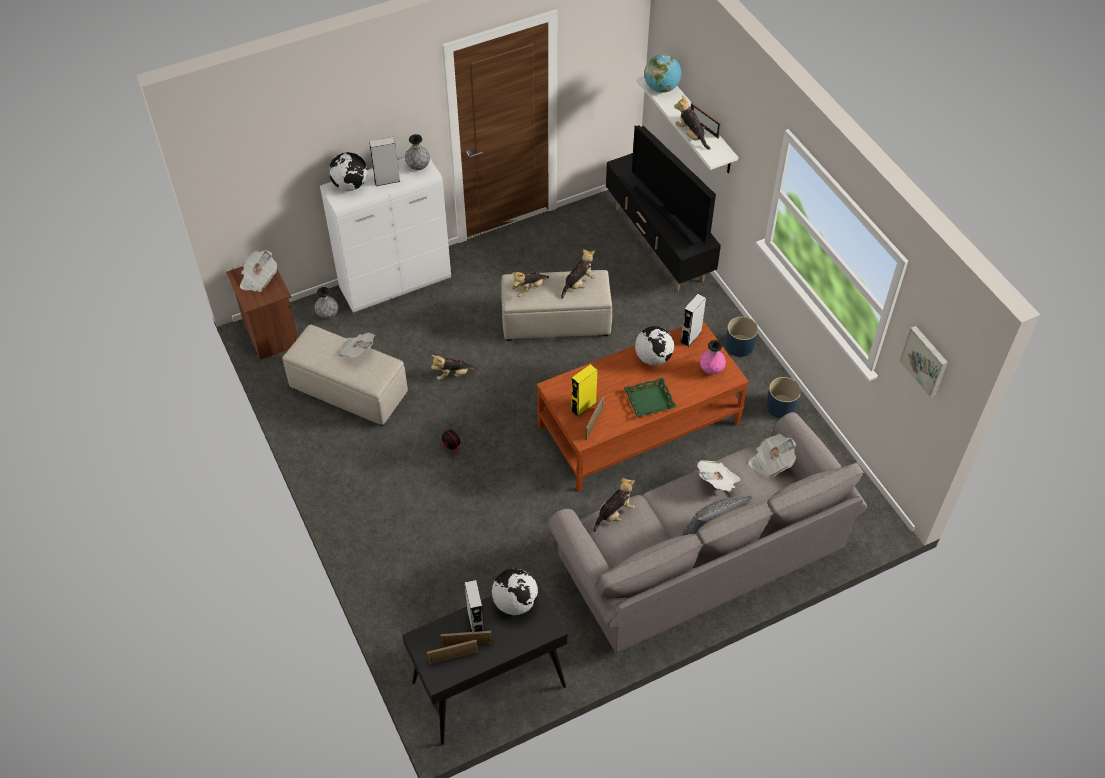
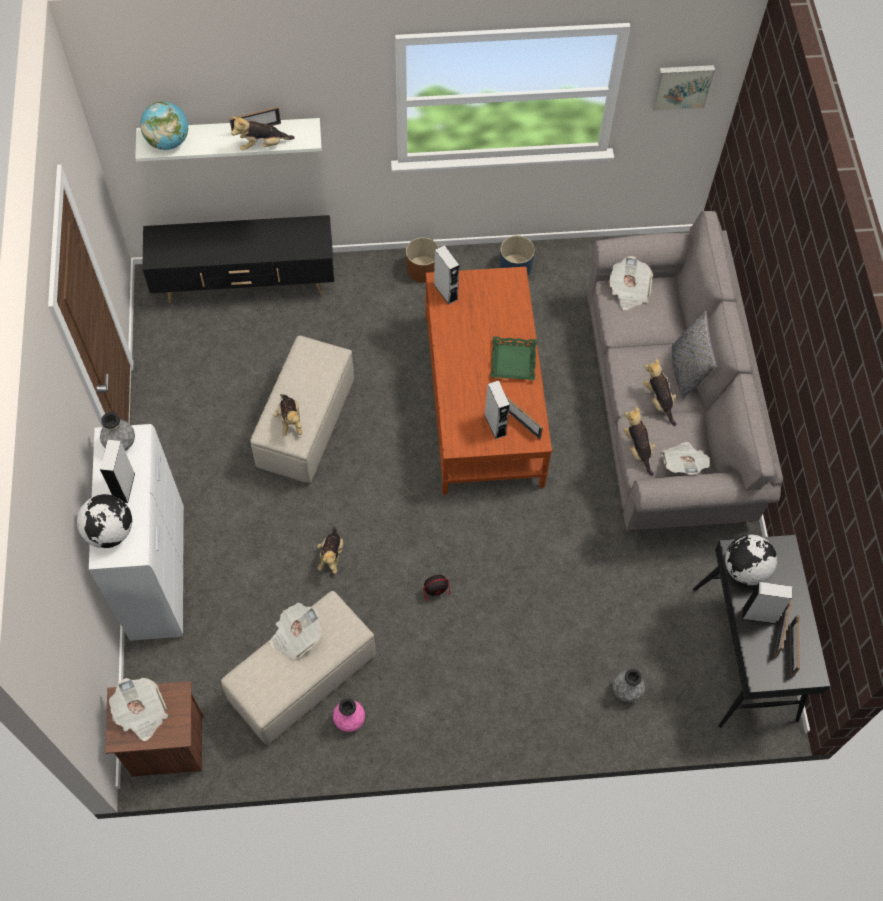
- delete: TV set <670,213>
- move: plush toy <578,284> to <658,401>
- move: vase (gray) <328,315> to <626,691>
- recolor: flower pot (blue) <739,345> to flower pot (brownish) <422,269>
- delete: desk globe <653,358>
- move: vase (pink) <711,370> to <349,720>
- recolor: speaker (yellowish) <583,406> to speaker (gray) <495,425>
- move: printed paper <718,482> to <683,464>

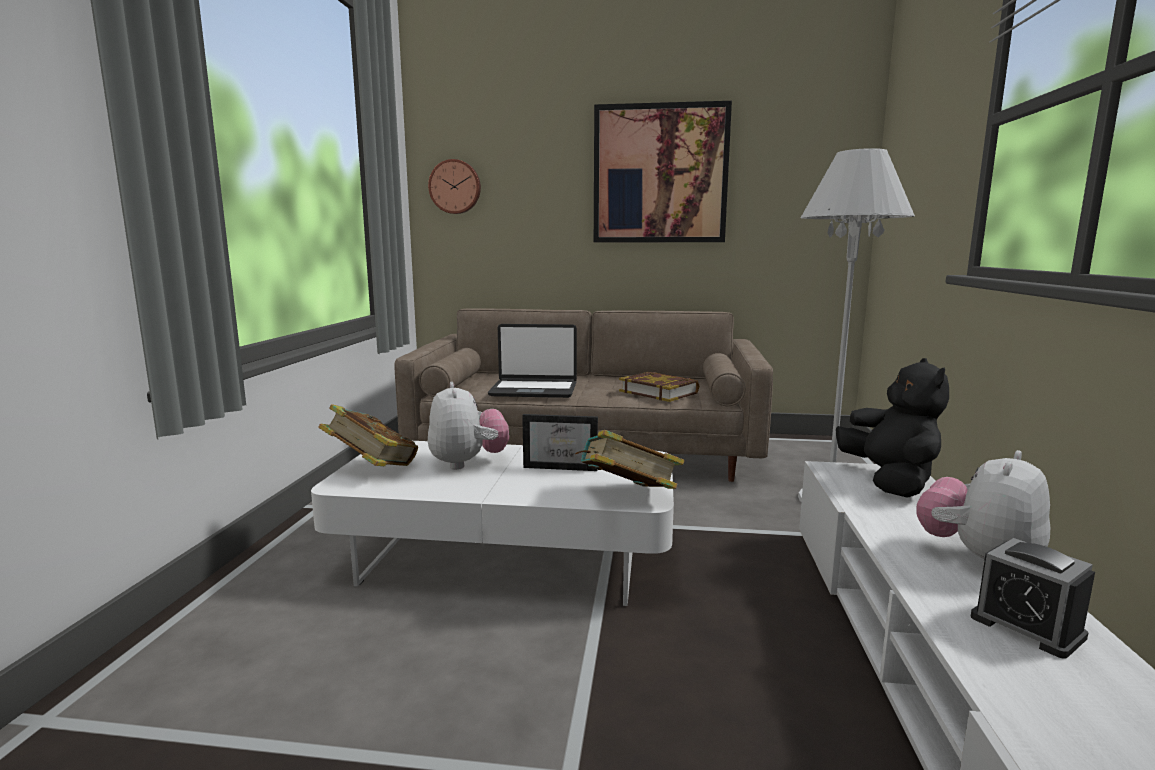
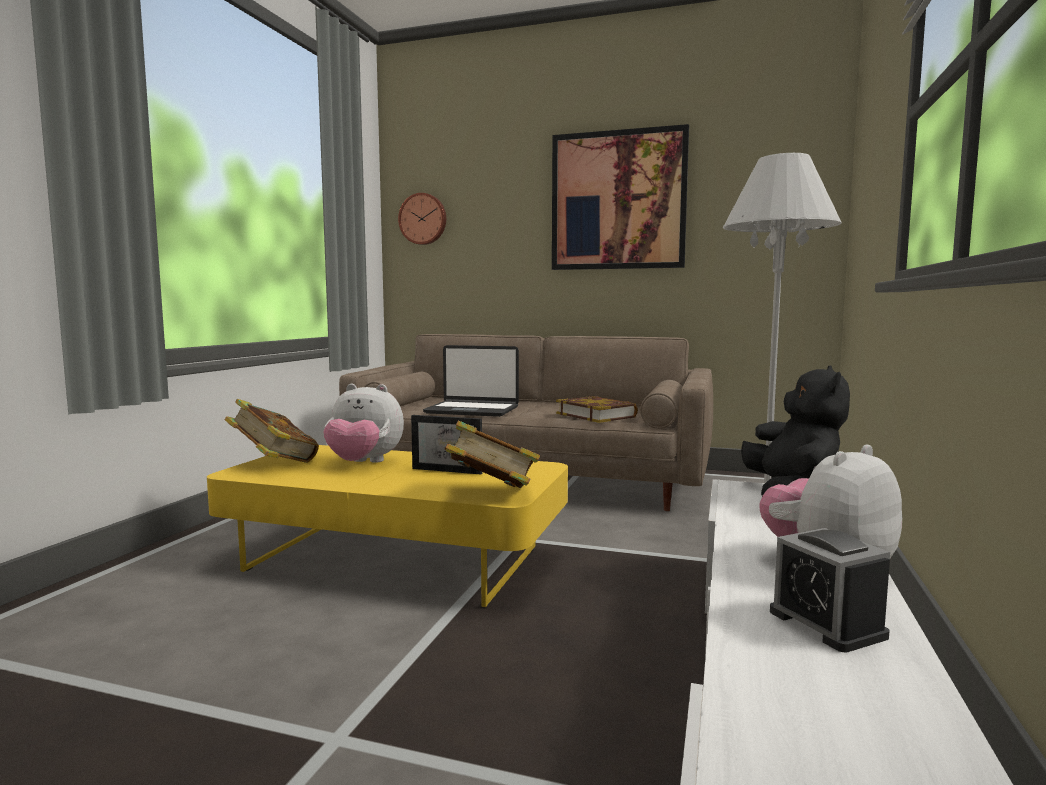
- rotate: plush toy <468,463> = <364,463> 105 degrees clockwise
- recolor: coffee table (white) <506,557> to coffee table (yellowish) <395,559>

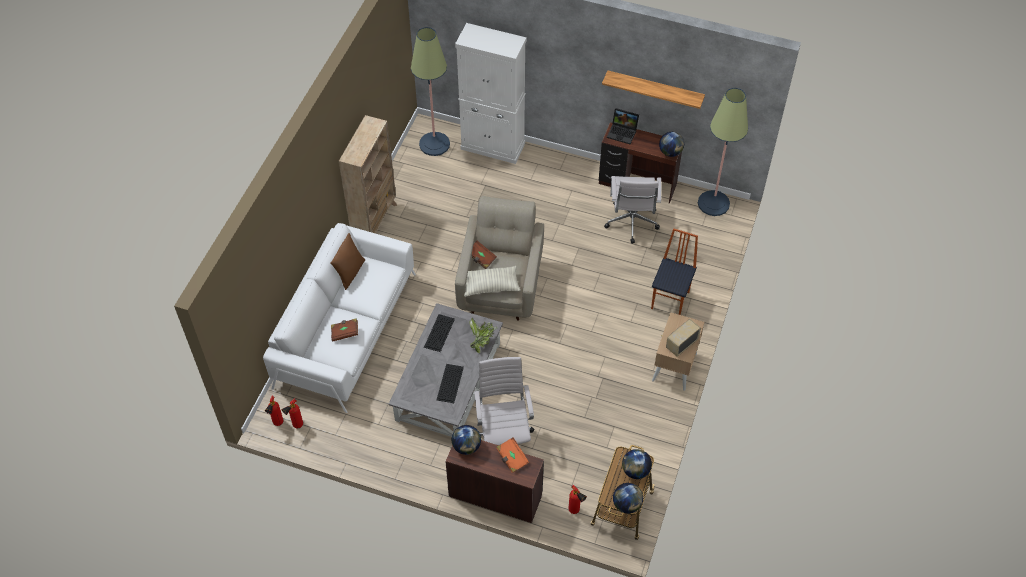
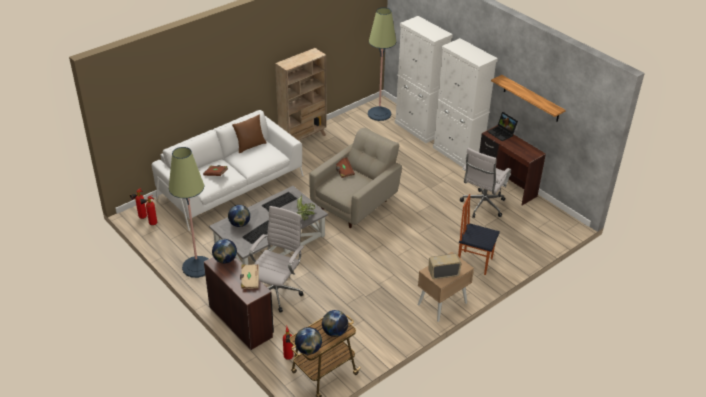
- move: standard lamp <713,203> to <197,267>
- move: desk globe <670,152> to <239,224>
- rotate: upright chair <671,300> = <474,262> 120 degrees counterclockwise
- delete: cushion <491,286>
- recolor: book (orangey) <512,458> to book (beige-coloured) <249,280>
- insert: cupboard (white) <457,154>

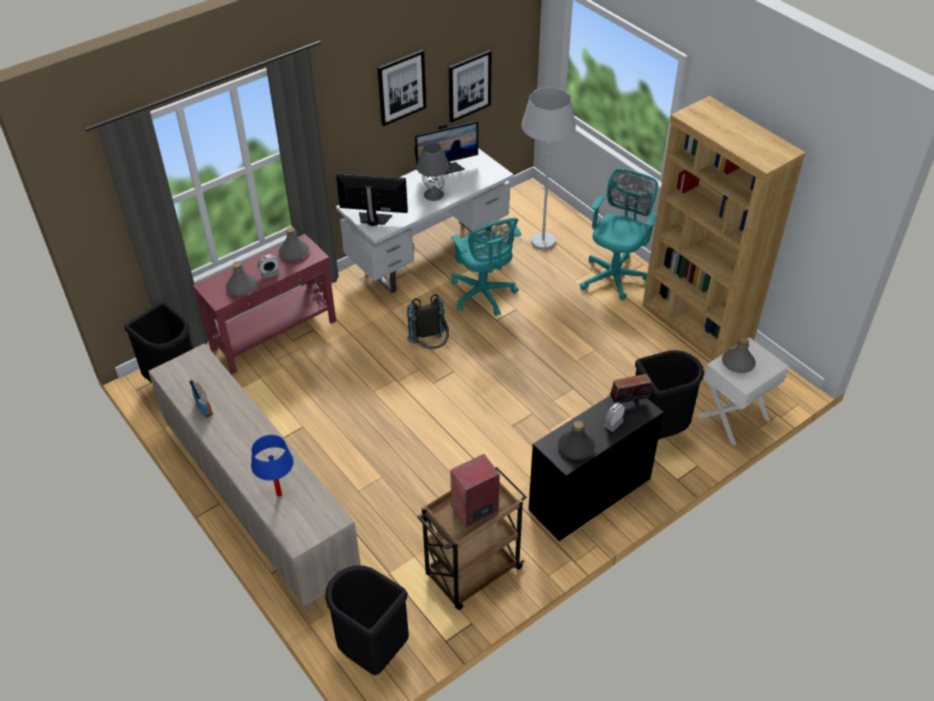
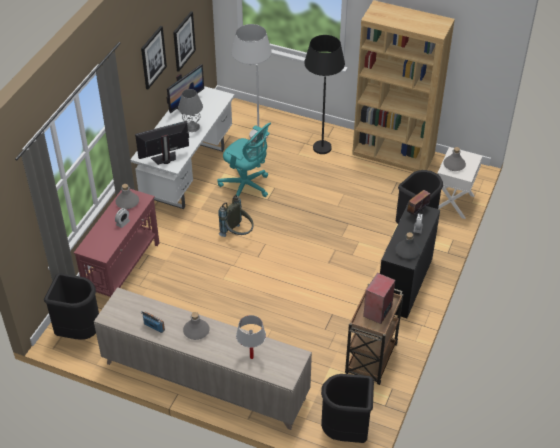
- replace: desk chair (turquoise) <615,275> to standard lamp (black) <321,141>
- move: beverage bottle (gray) <241,287> to <196,331>
- recolor: lamp for a table (blue) <279,494> to lamp for a table (white) <251,357>

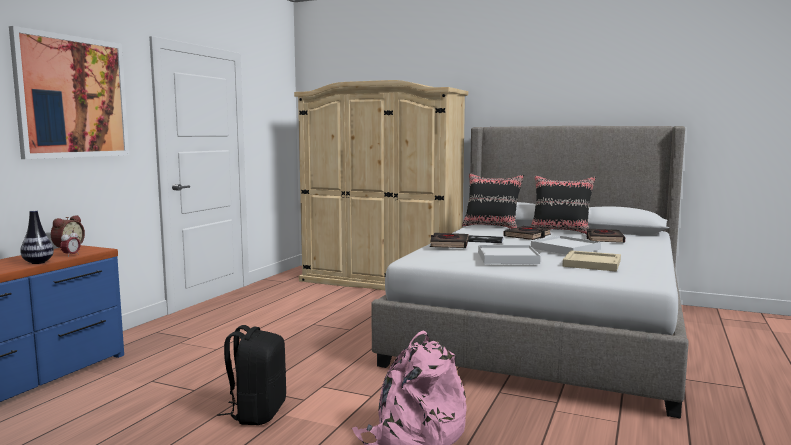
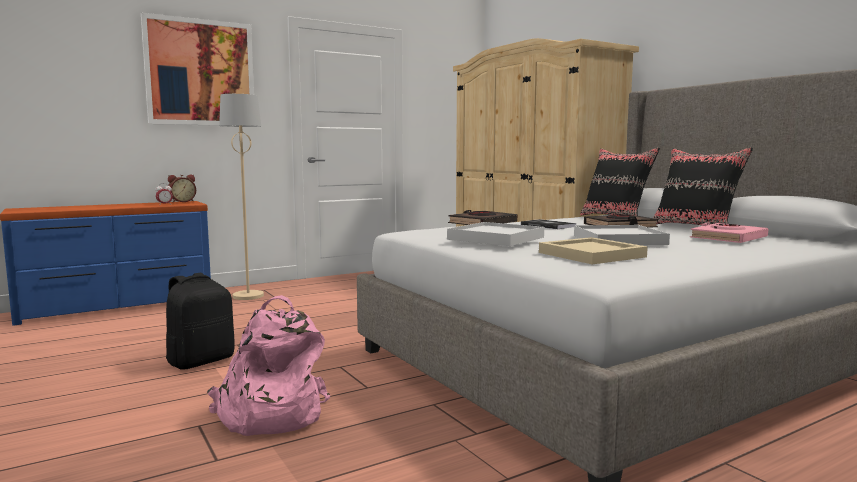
- delete: vase <38,262>
- recolor: book (black) <604,239> to book (pink) <728,238>
- insert: standard lamp (beige-coloured) <248,296>

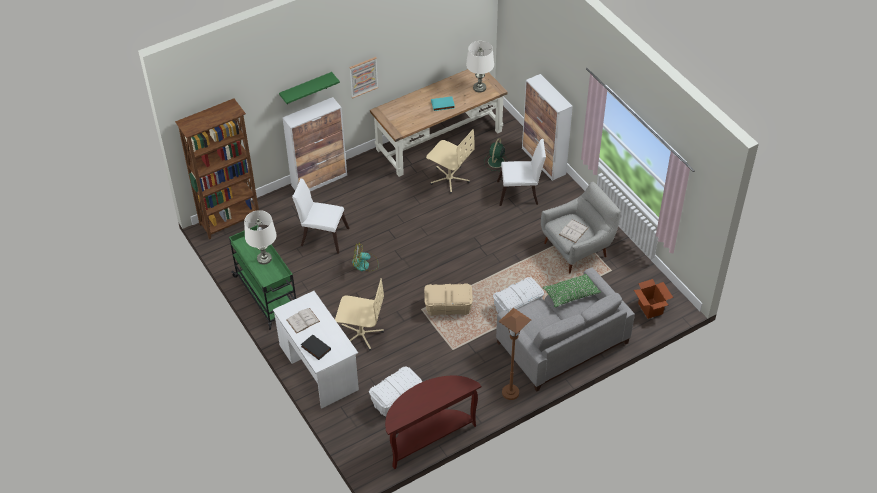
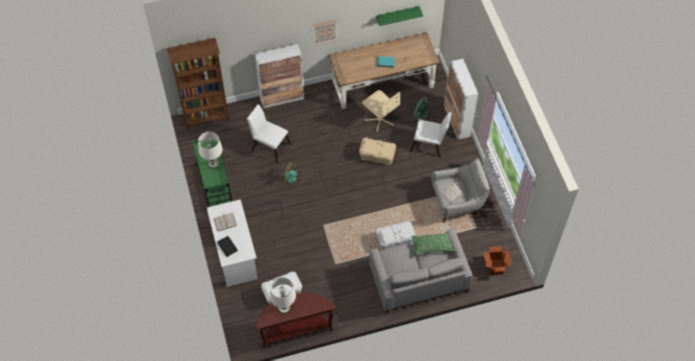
- move: lamp for a table (white) <479,88> to <284,307>
- move: wall shelf (green-coloured) <306,89> to <397,15>
- delete: desk chair (beige-coloured) <361,334>
- move: storage bin (beige-coloured) <448,306> to <377,156>
- delete: standard lamp (brownish) <510,393>

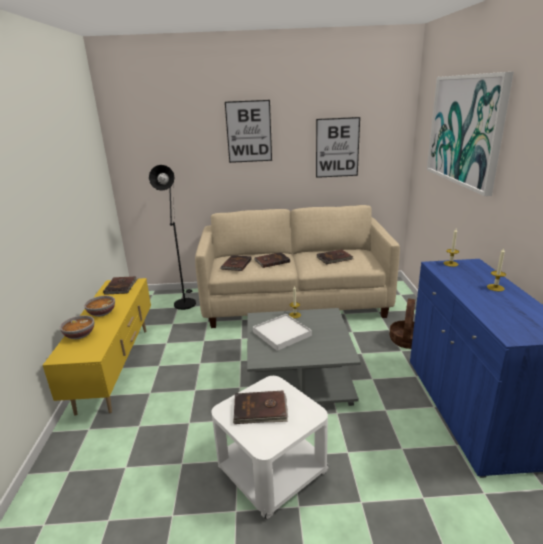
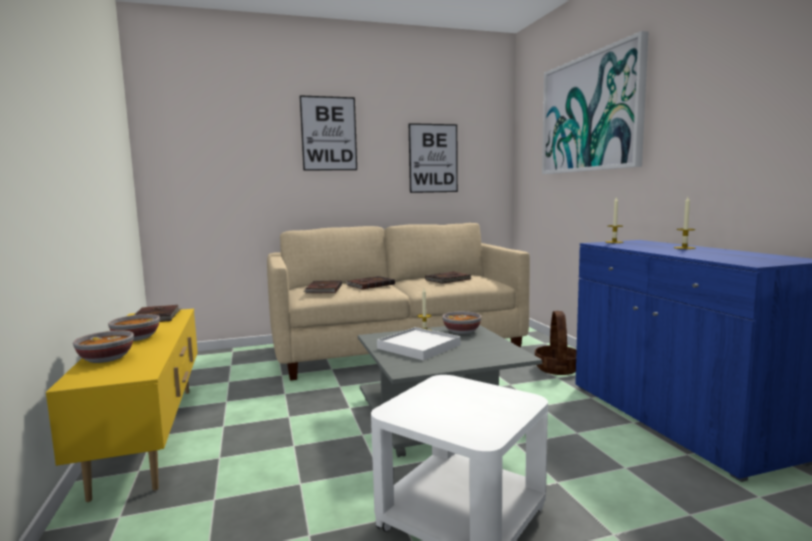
- delete: standard lamp (black) <184,302>
- delete: book (brownish) <260,410>
- insert: deep dish <462,332>

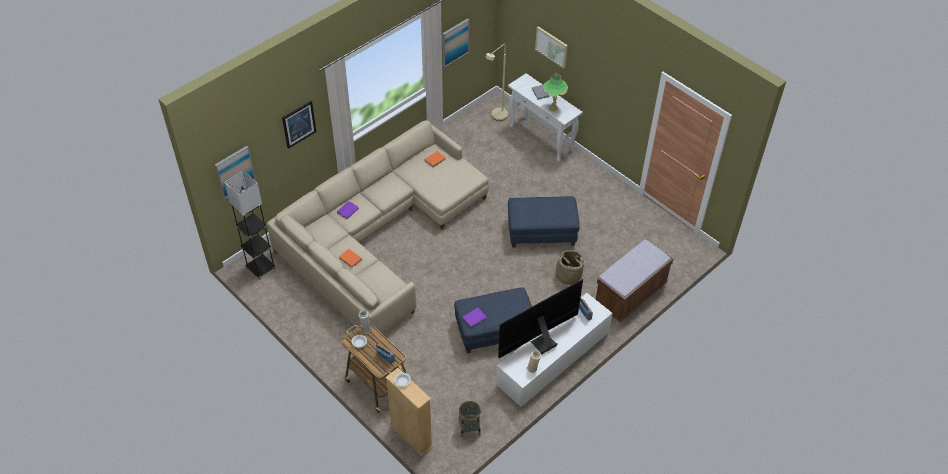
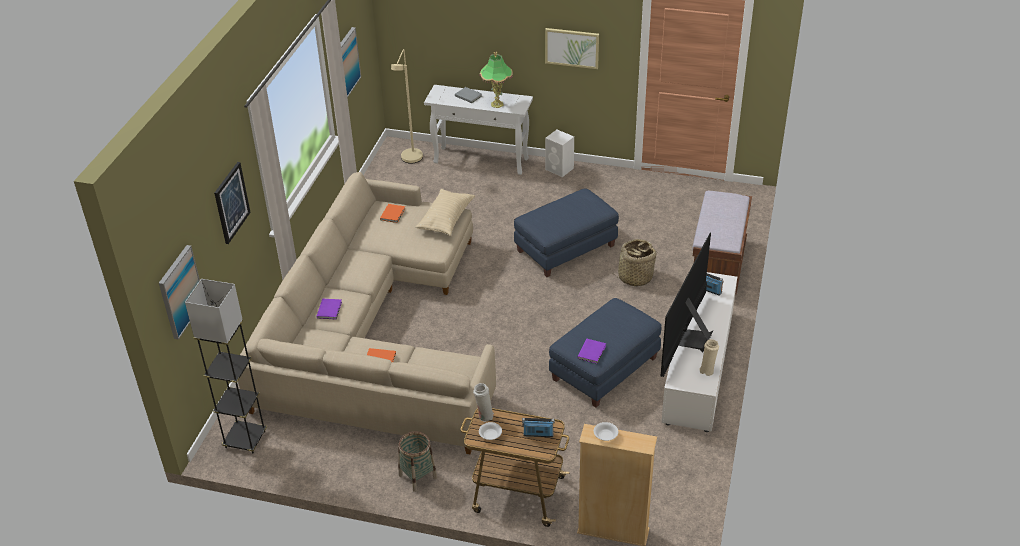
- move: picture <551,47> to <572,47>
- move: household basket <469,428> to <417,476>
- insert: speaker (white) <560,169>
- insert: cushion (beige-coloured) <446,219>

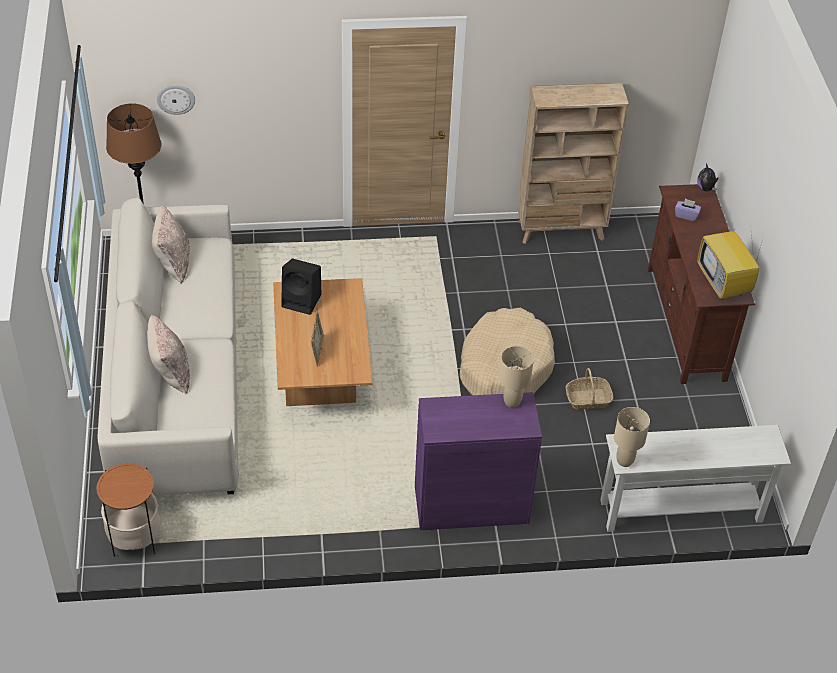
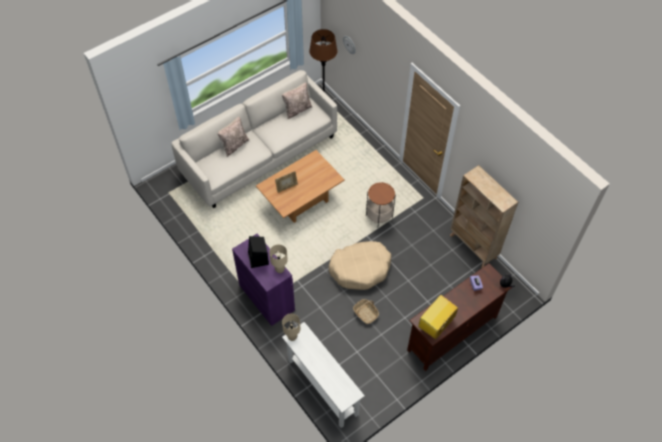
- move: speaker (black) <302,301> to <258,259>
- move: accent table <134,538> to <379,216>

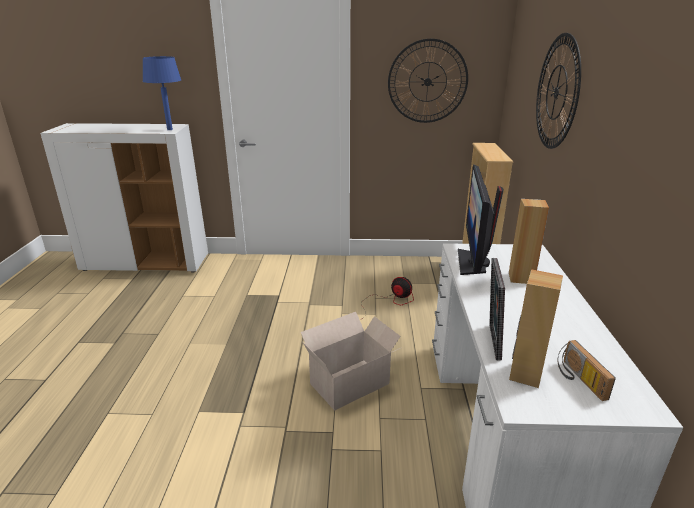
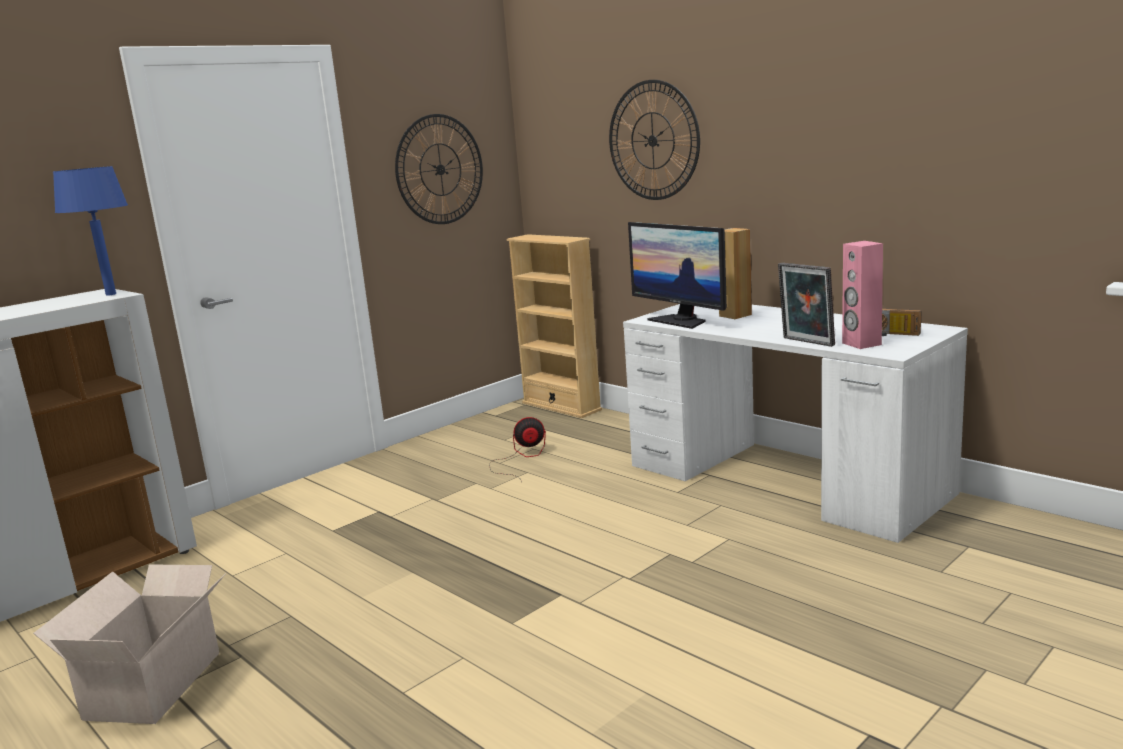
- recolor: speaker (brownish) <525,374> to speaker (pink) <861,344>
- move: packing box <352,383> to <157,682>

